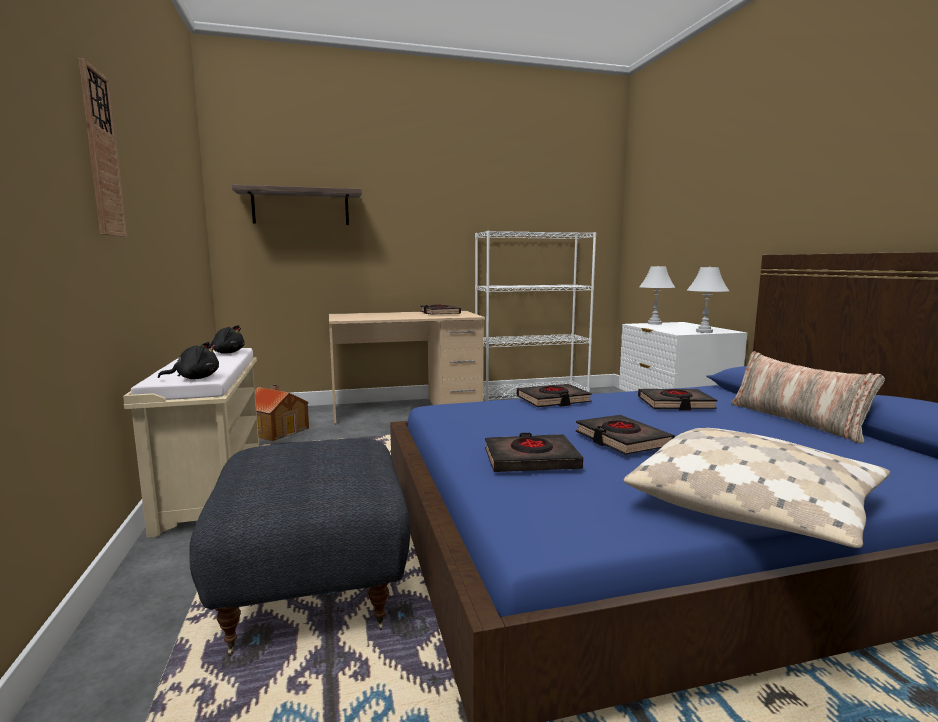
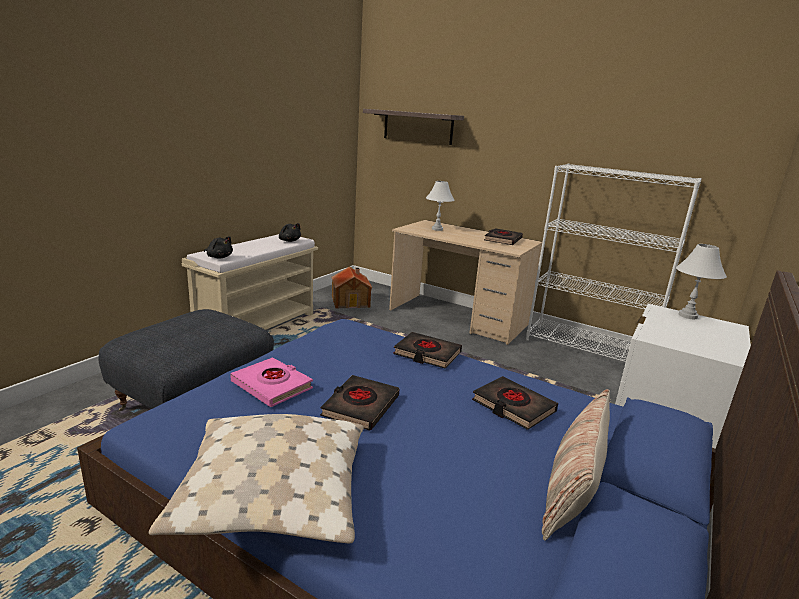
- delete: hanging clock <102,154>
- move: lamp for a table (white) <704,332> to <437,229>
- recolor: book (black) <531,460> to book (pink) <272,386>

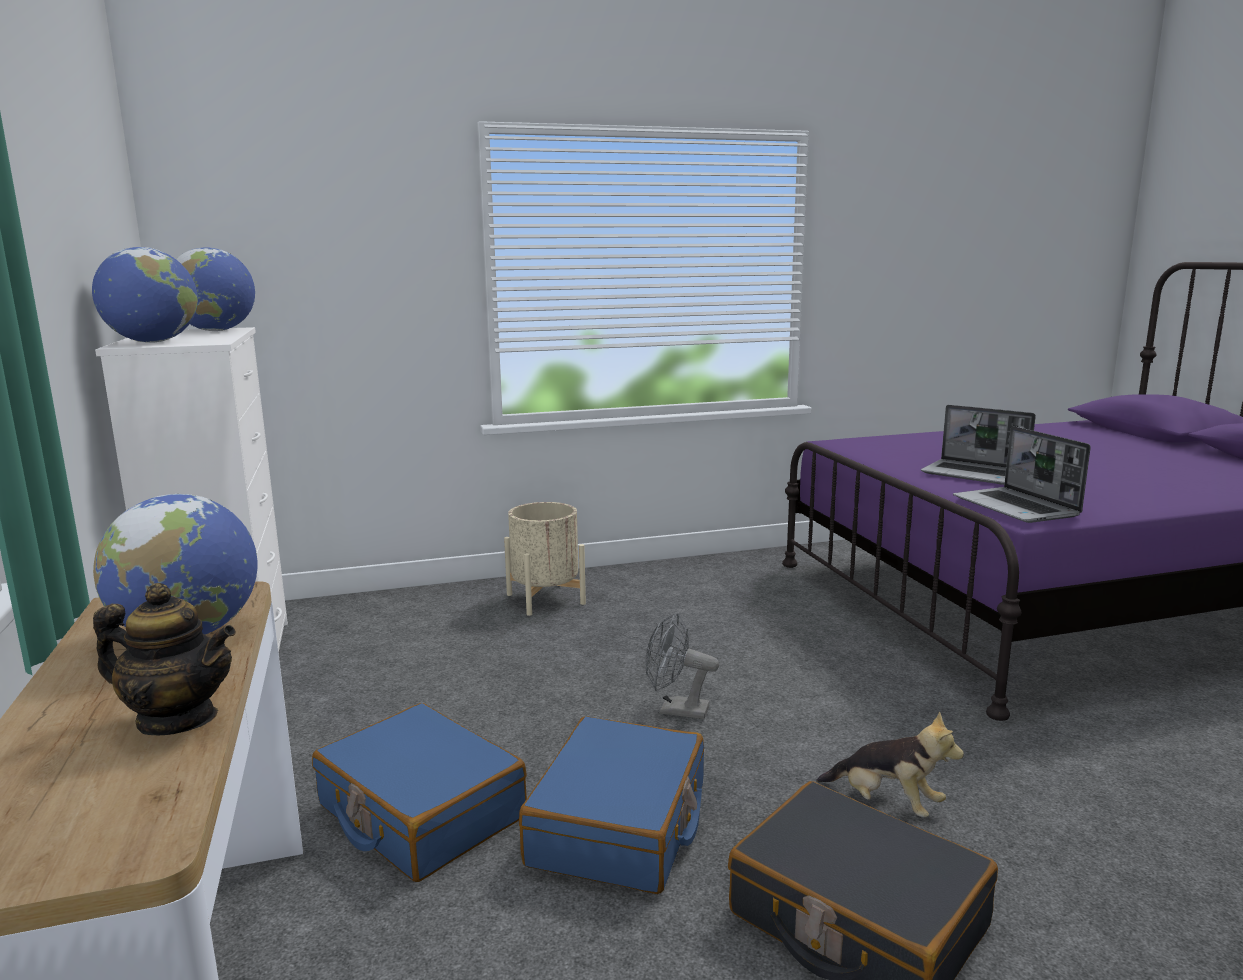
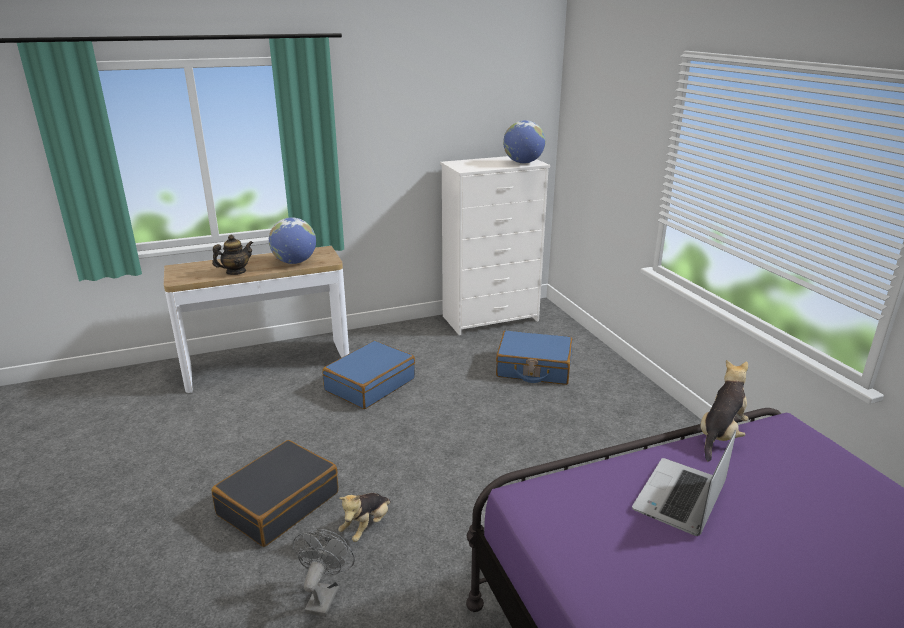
- delete: desk globe <153,342>
- delete: portable computer <1017,507>
- delete: flower pot (beige-coloured) <545,599>
- rotate: teapot <177,719> = <236,272> 135 degrees counterclockwise
- move: cooling fan (gray) <676,710> to <324,595>
- move: travel case (blue) <620,825> to <533,368>
- insert: plush toy <720,435>

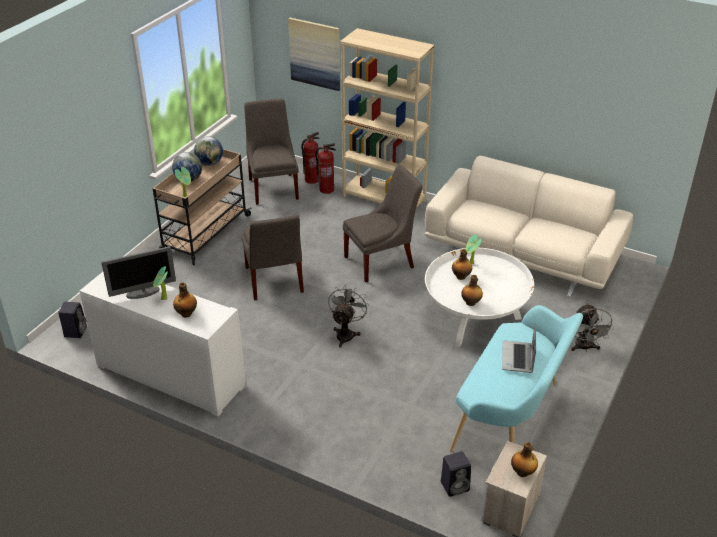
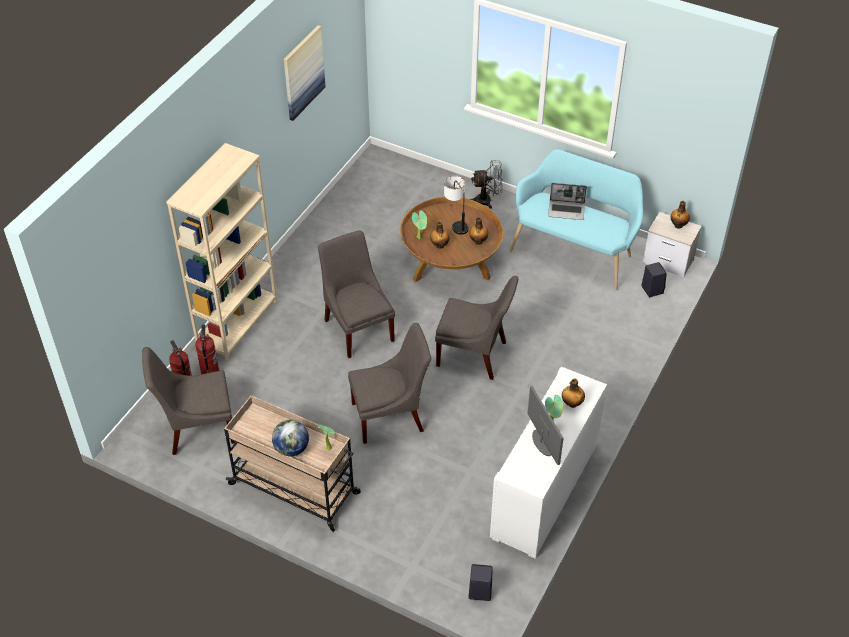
- move: picture <315,53> to <303,72>
- delete: desk globe <210,163>
- delete: settee (beige-coloured) <524,254>
- recolor: coffee table (white) <475,319> to coffee table (brownish) <450,264>
- replace: cooling fan (gray) <346,333> to upright chair (gray) <474,355>
- insert: lamp for a table <456,223>

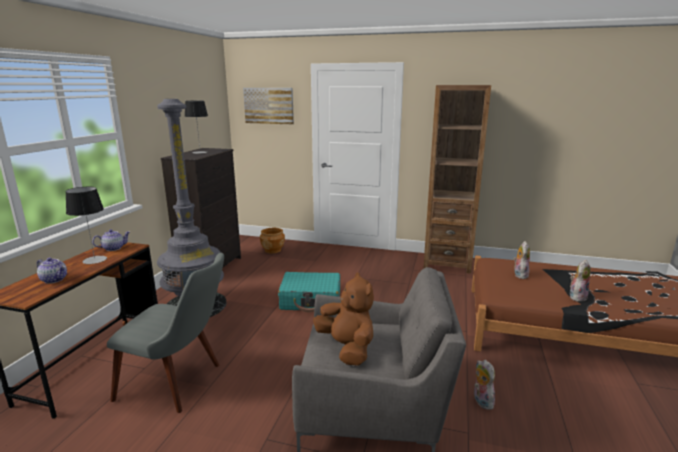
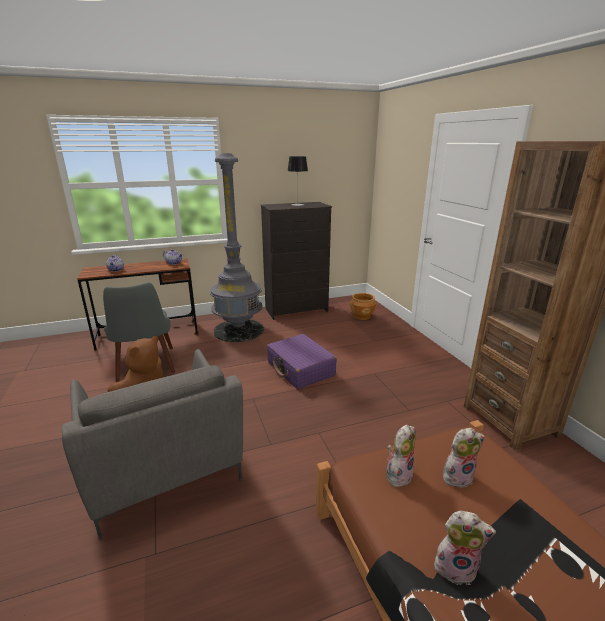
- delete: picture <269,105>
- delete: lamp for a table <94,260>
- recolor: travel case (turquoise) <311,300> to travel case (purplish) <300,369>
- move: plush toy <481,401> to <398,474>

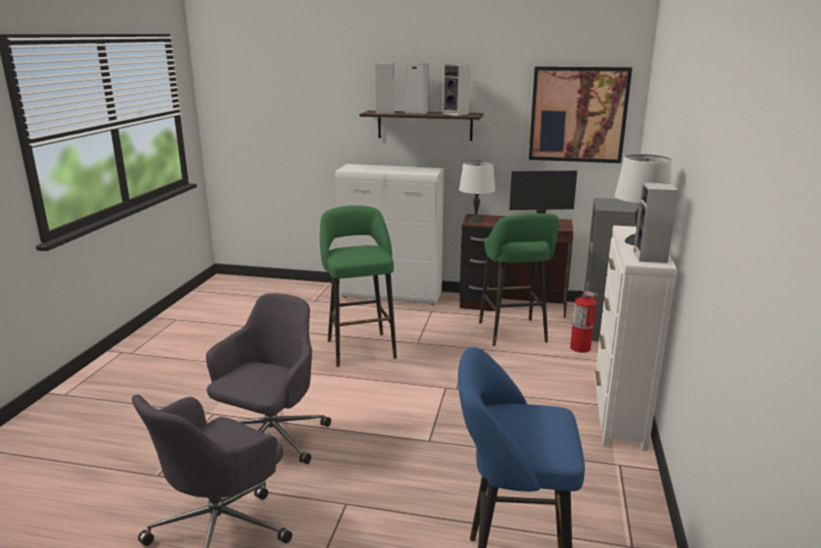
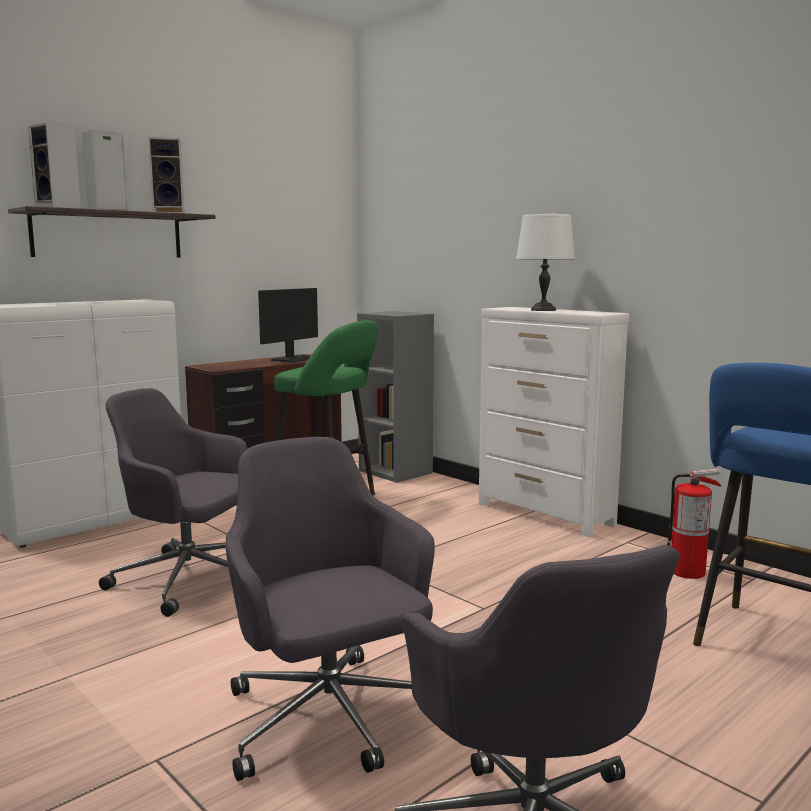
- delete: picture <578,115>
- delete: lamp for a table (white) <476,220>
- delete: speaker <651,257>
- replace: stool (green-coloured) <360,347> to desk chair (gray) <189,579>
- move: extinguisher <580,348> to <688,572>

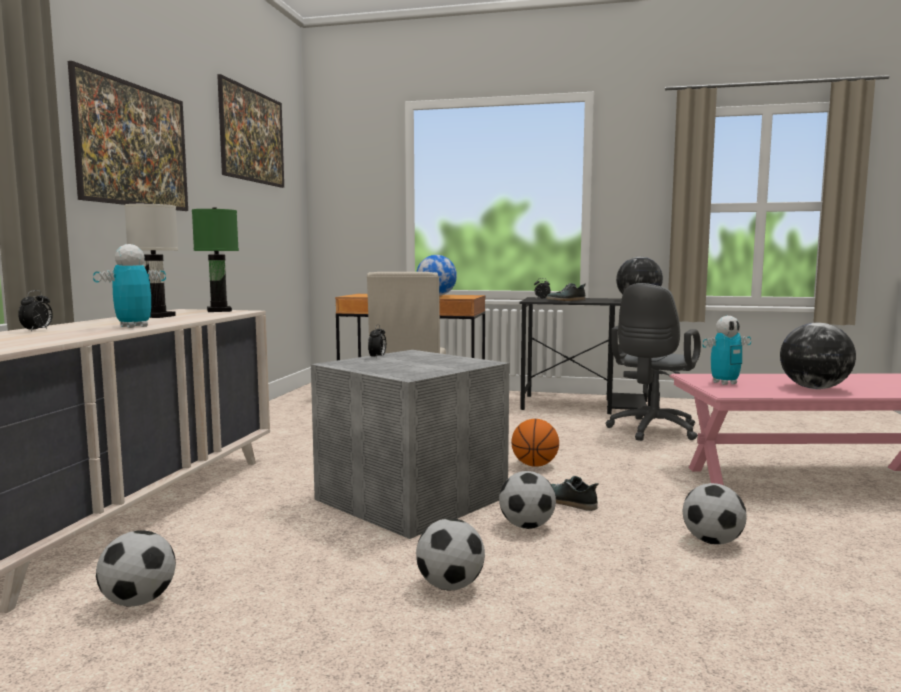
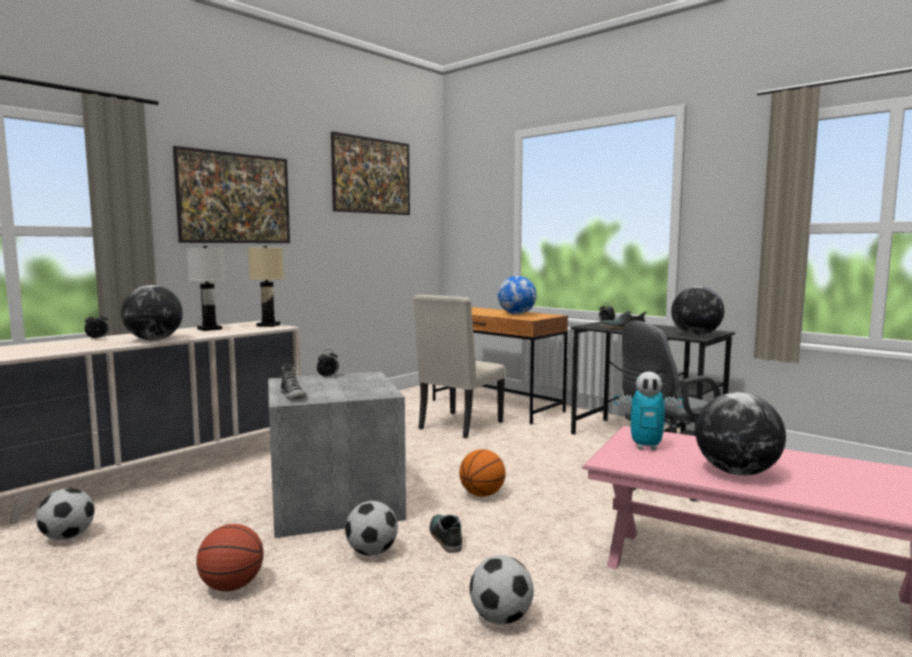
- recolor: lamp for a table (green-coloured) <219,311> to lamp for a table (beige-coloured) <269,325>
- replace: model robot <134,326> to desk globe <153,340>
- replace: football ball <450,586> to basketball <231,586>
- insert: item of footwear <293,396>

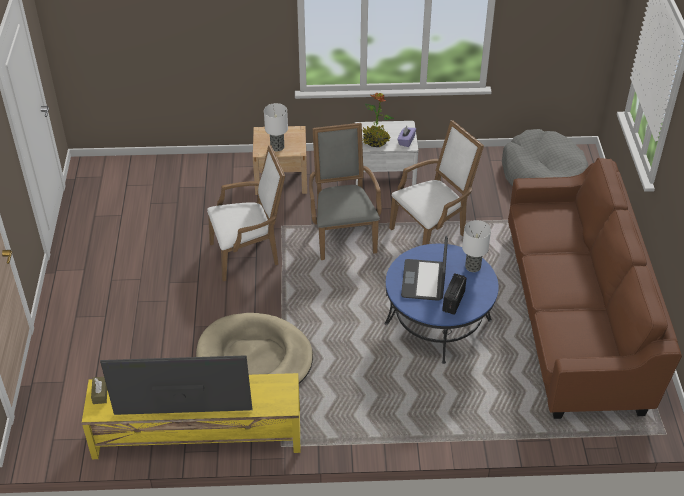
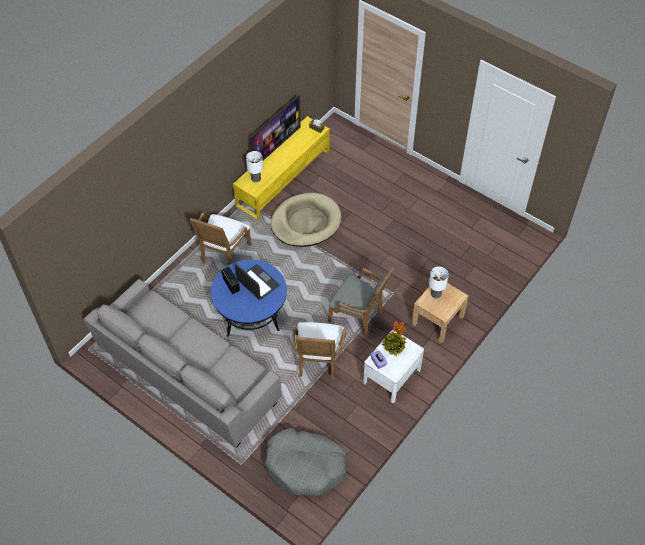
- move: armchair (white) <249,254> to <223,255>
- recolor: settee (brownish) <574,317> to settee (gray) <188,376>
- move: lamp for a table <473,266> to <256,179>

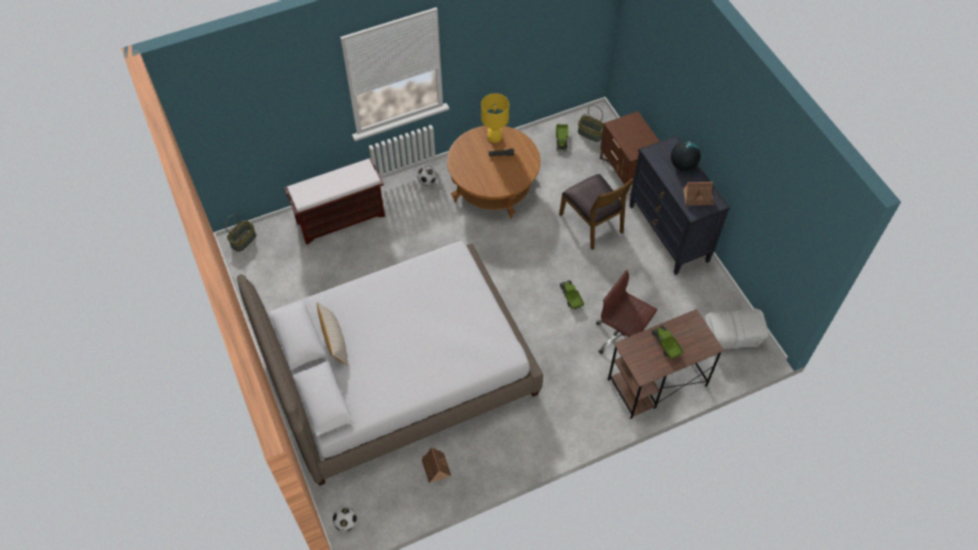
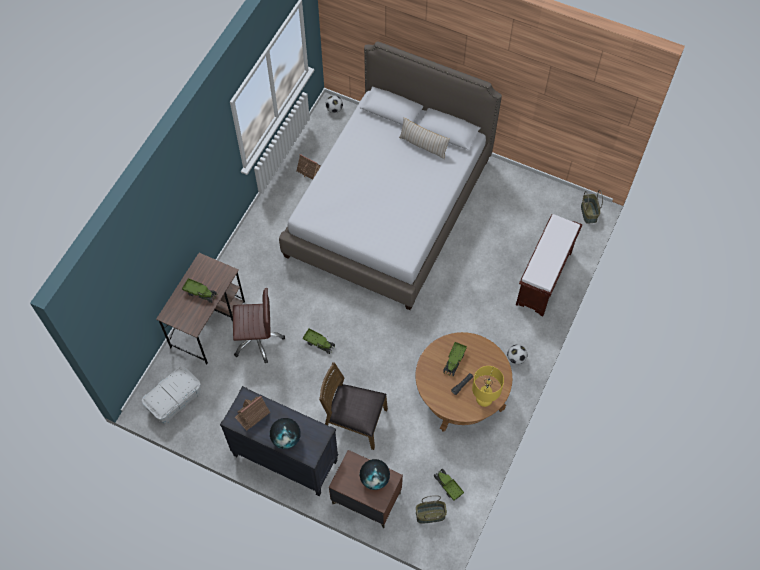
- insert: model truck <454,361>
- insert: desk globe <374,479>

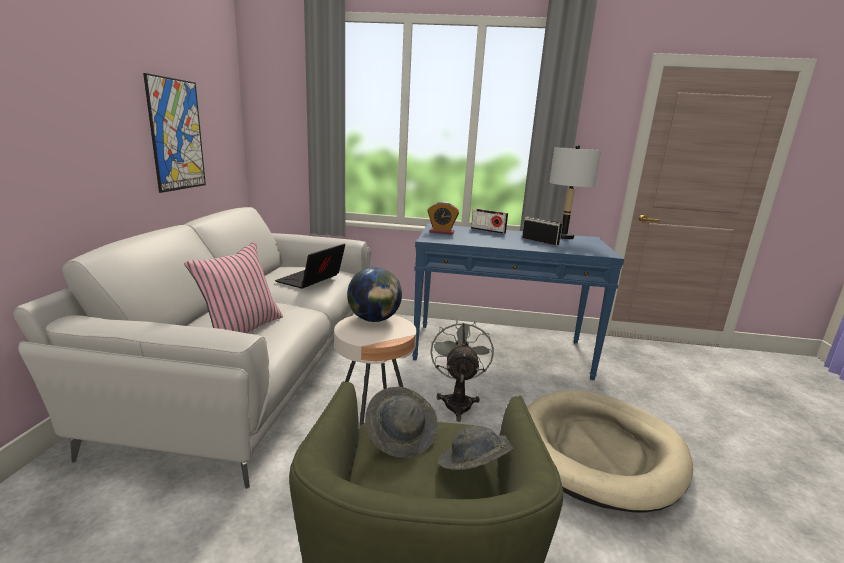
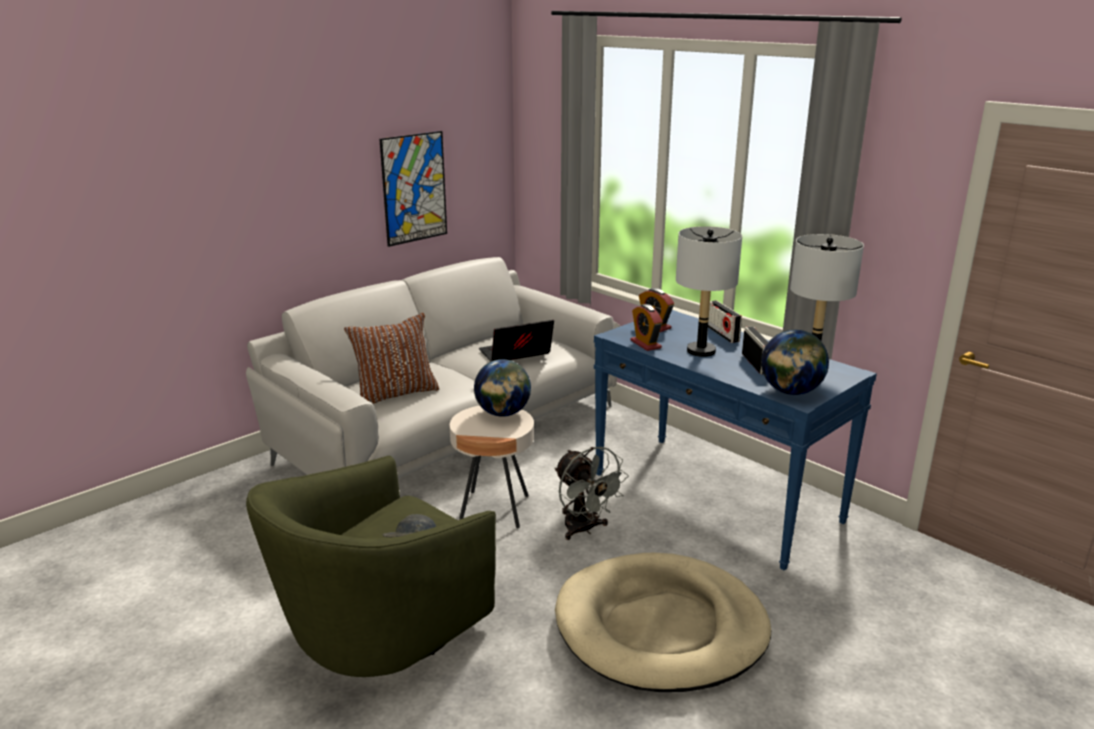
- recolor: cushion (pink) <241,330> to cushion (brownish) <395,393>
- rotate: cooling fan (gray) <457,401> = <584,529> 105 degrees clockwise
- delete: hat (gray) <401,435>
- insert: lamp for a table (gray) <700,351>
- insert: bedside clock <645,344>
- insert: desk globe <790,392>

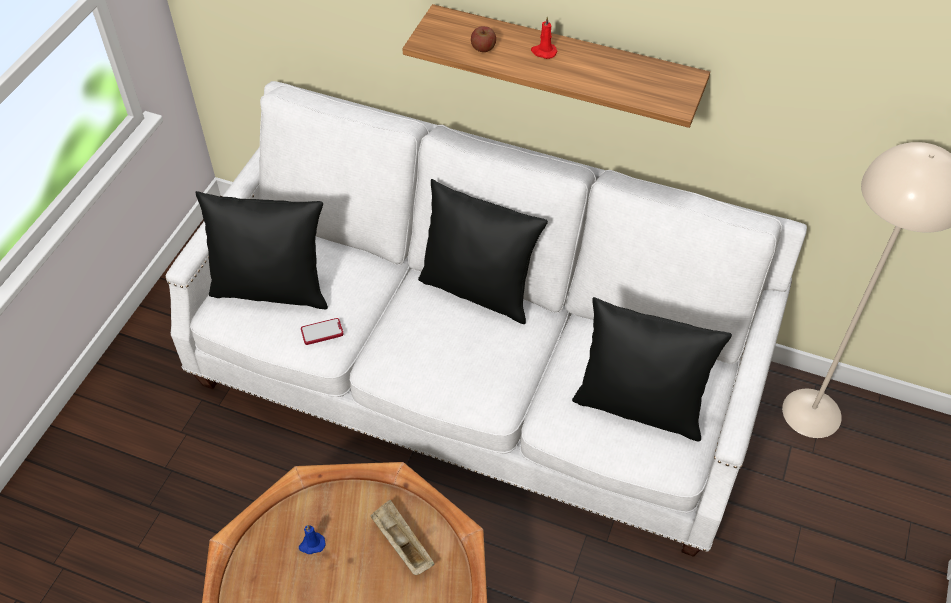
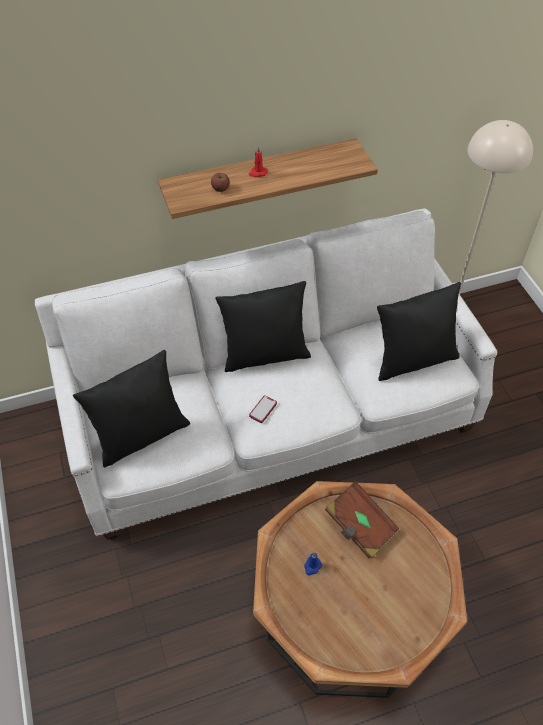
- move: phone <322,332> to <263,409>
- replace: tray (beige-coloured) <401,544> to book (brownish) <359,526>

